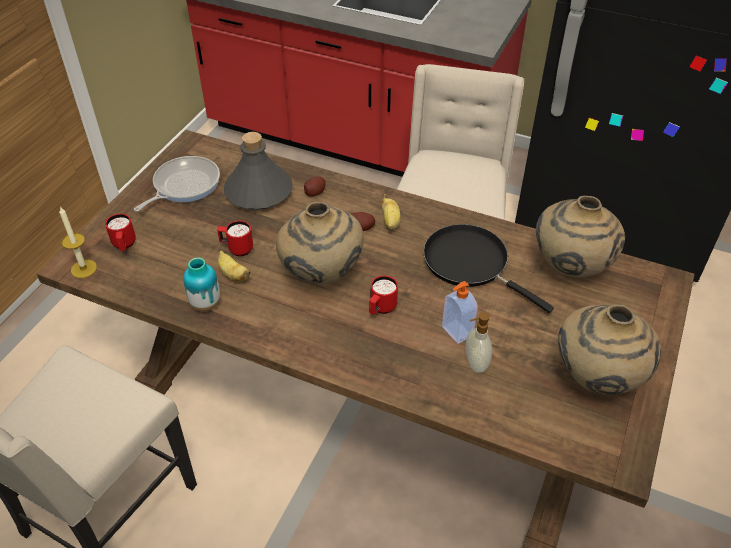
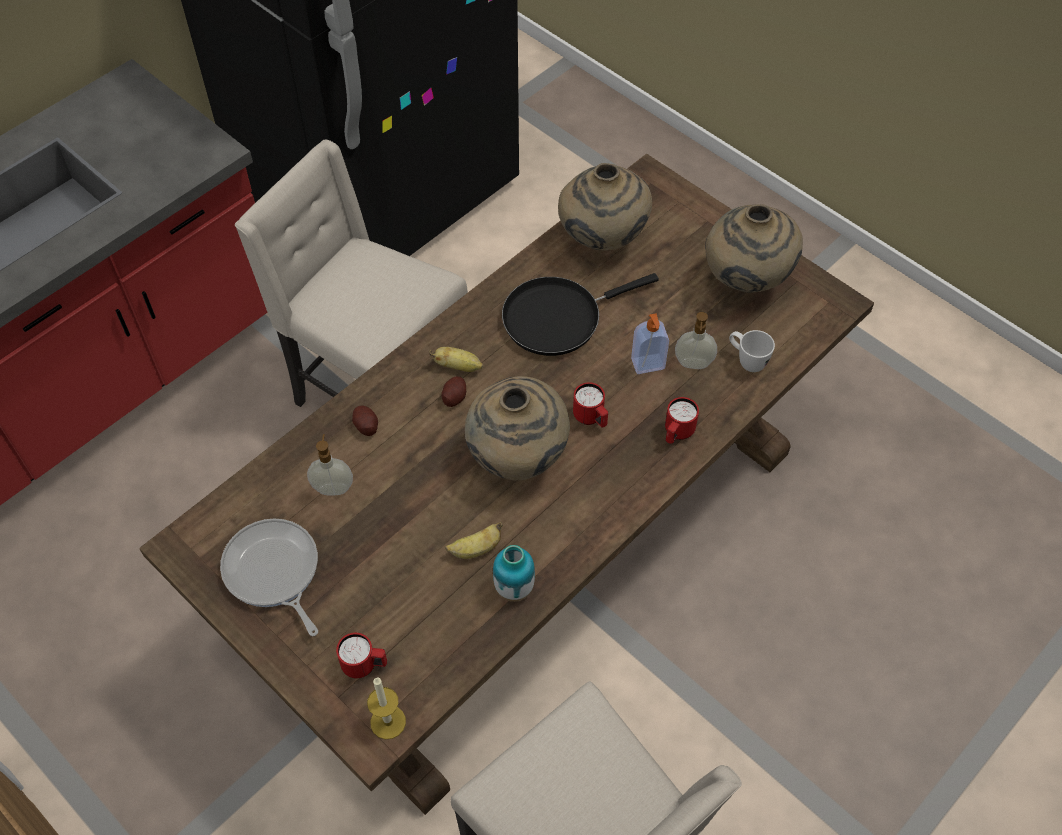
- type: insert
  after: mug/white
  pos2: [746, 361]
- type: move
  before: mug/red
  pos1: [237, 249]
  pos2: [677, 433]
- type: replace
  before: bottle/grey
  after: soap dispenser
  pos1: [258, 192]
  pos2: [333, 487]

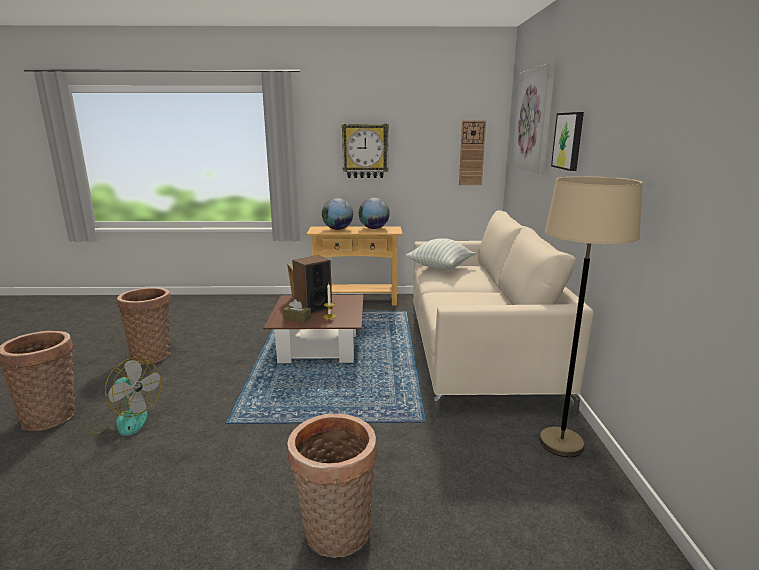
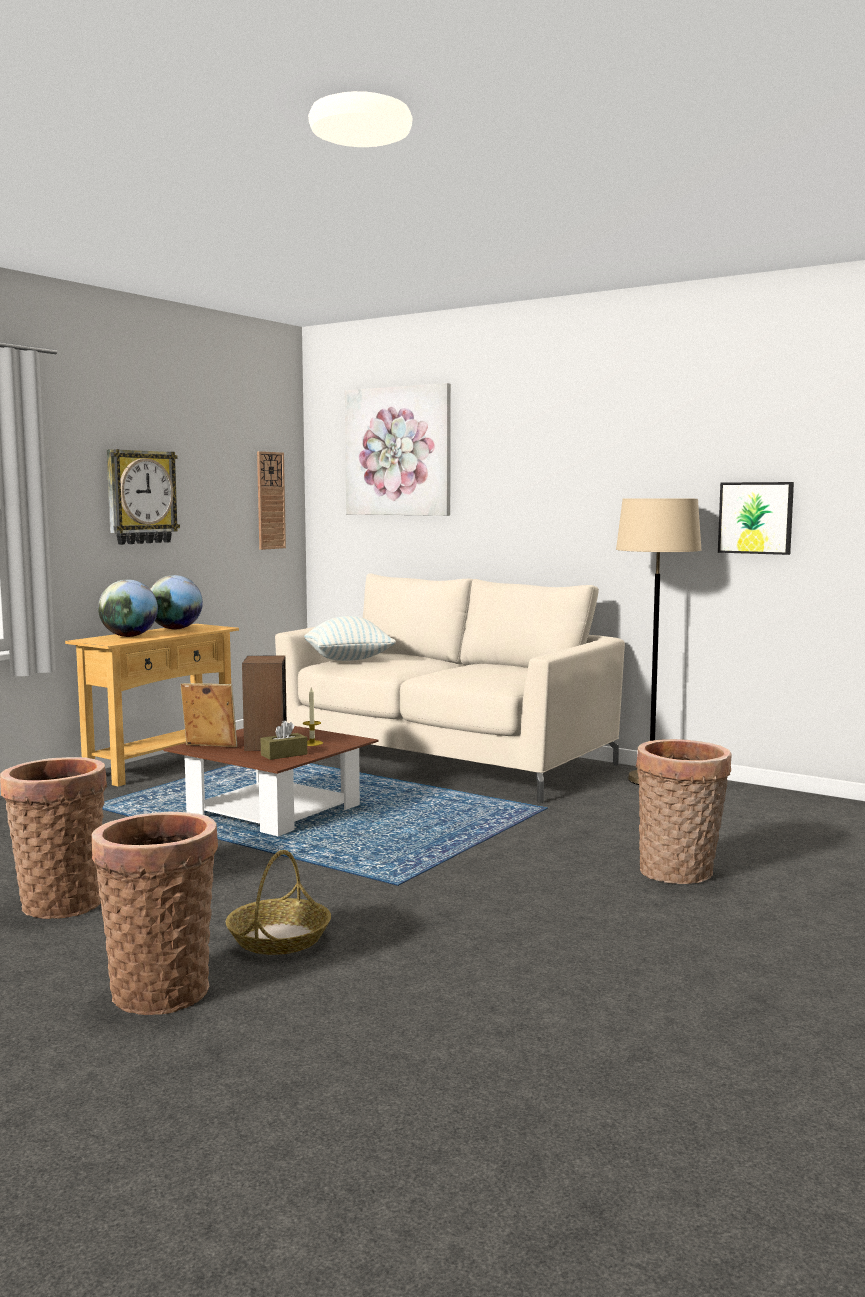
- type: move
  before: picture
  pos1: [569, 141]
  pos2: [756, 518]
- type: replace
  before: fan
  after: basket
  pos1: [126, 420]
  pos2: [279, 938]

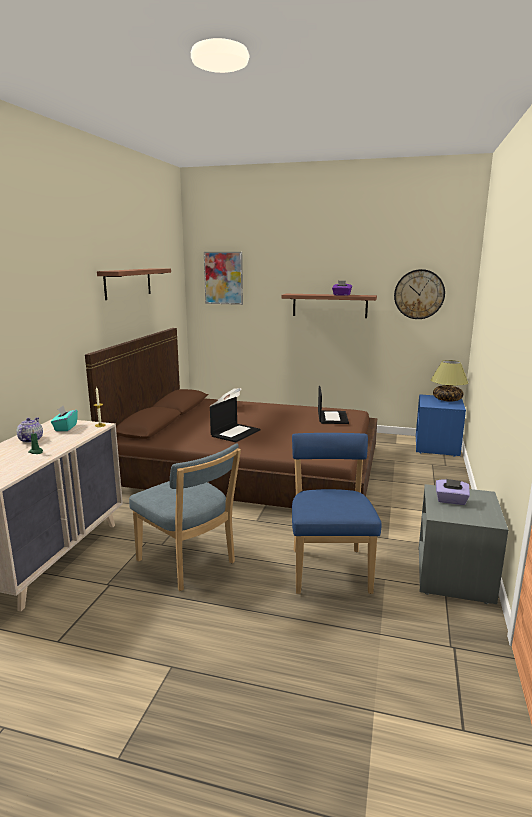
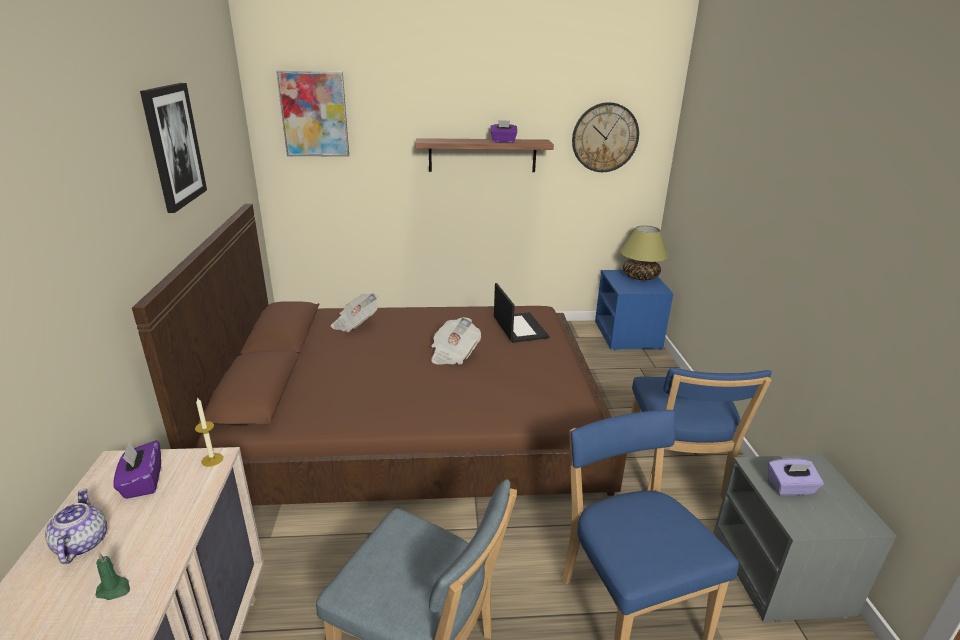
- type: delete
  before: laptop
  pos1: [235, 433]
- type: insert
  after: newspaper
  pos2: [453, 354]
- type: insert
  after: chair/blue
  pos2: [675, 473]
- type: replace
  before: shelf
  after: picture
  pos1: [128, 283]
  pos2: [173, 146]
- type: recolor
  before: tissue box/turquoise
  after: tissue box/purple
  pos1: [65, 427]
  pos2: [142, 482]

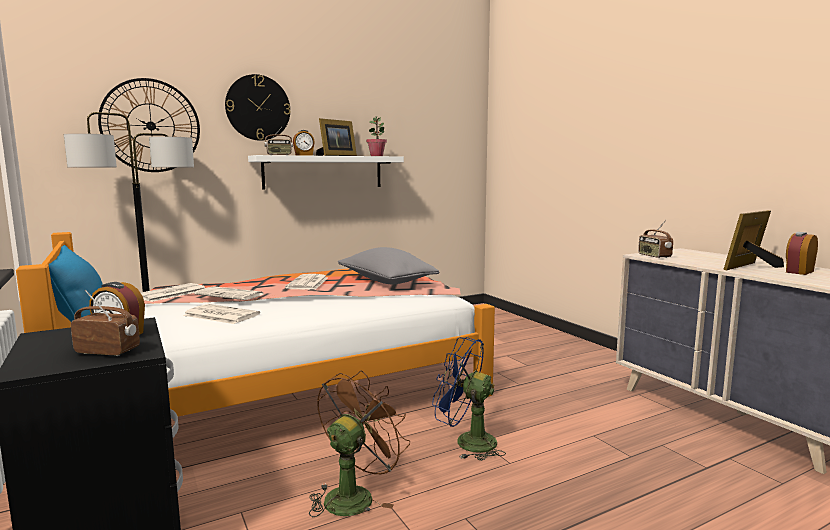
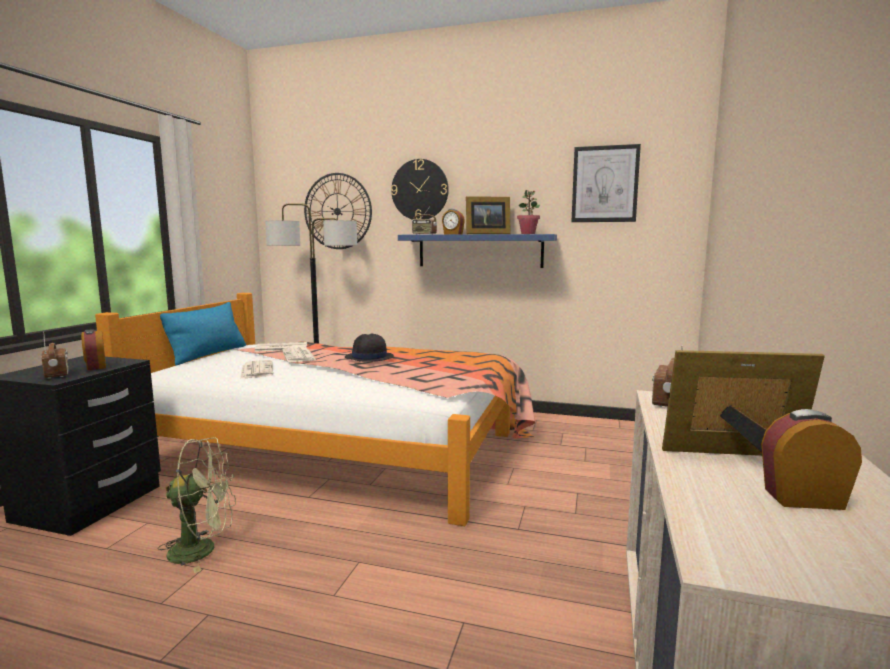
- type: delete
  before: pillow/grey
  pos1: [386, 282]
- type: delete
  before: fan/blue
  pos1: [467, 442]
- type: insert
  after: picture
  pos2: [605, 184]
- type: replace
  before: newspaper
  after: hat/black
  pos1: [308, 283]
  pos2: [369, 357]
- type: recolor
  before: shelf/white
  after: shelf/blue
  pos1: [323, 172]
  pos2: [480, 250]
- type: recolor
  before: fan/brown
  after: fan/green
  pos1: [354, 495]
  pos2: [203, 549]

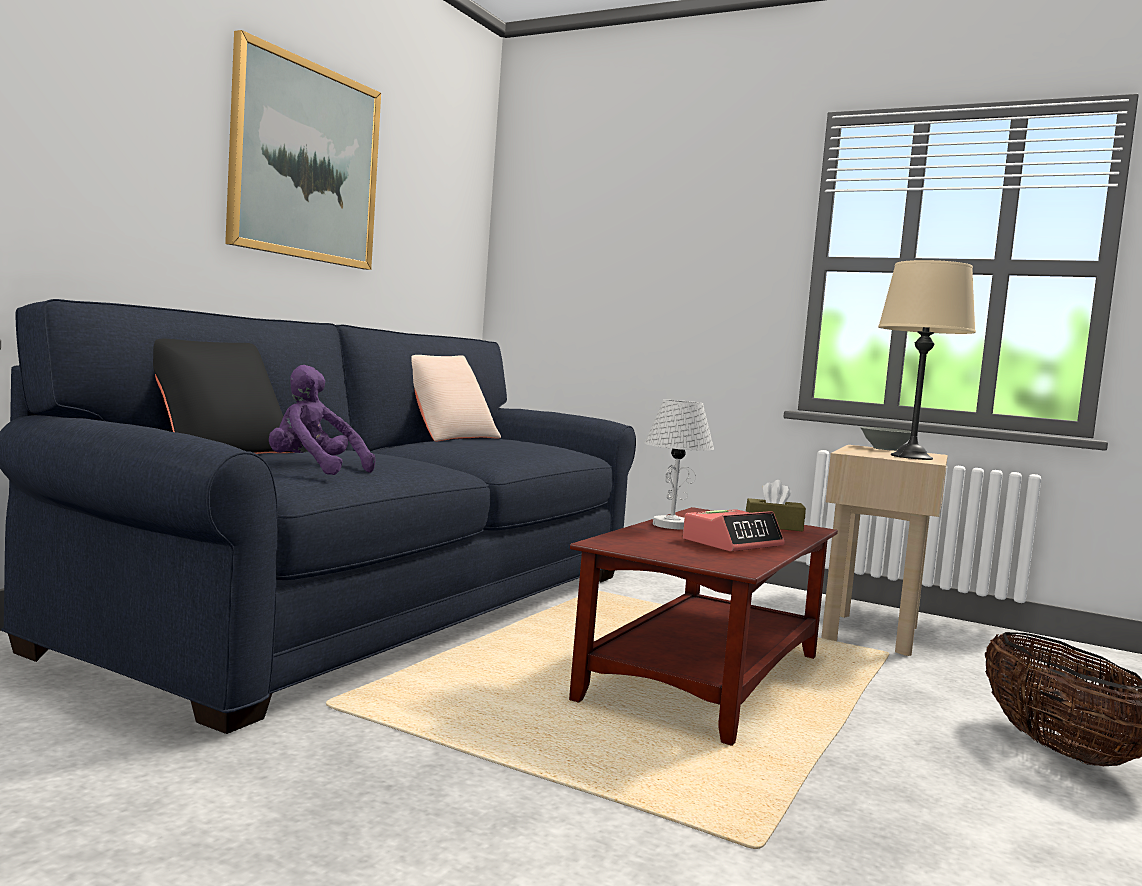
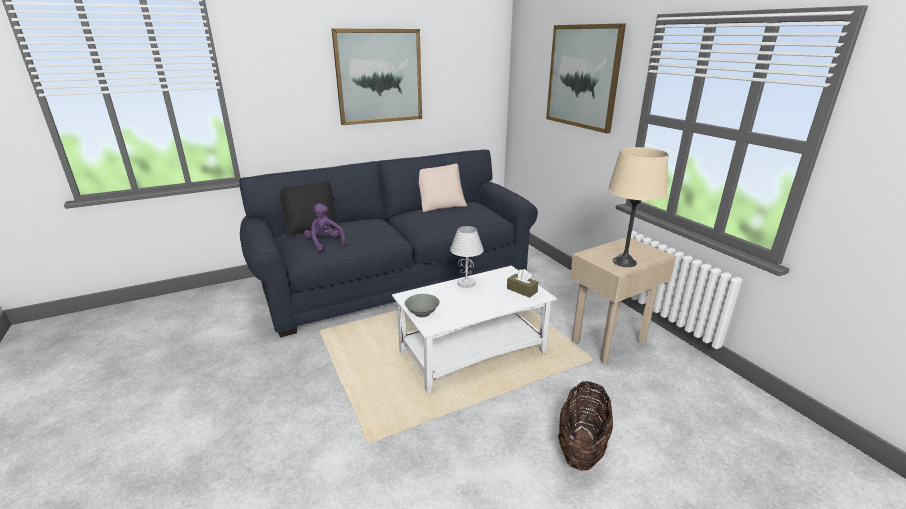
- type: delete
  before: alarm clock
  pos1: [732, 543]
- type: insert
  after: picture
  pos2: [583, 77]
- type: move
  before: bowl/grey
  pos1: [886, 449]
  pos2: [422, 313]
- type: recolor
  before: coffee table/brown
  after: coffee table/white
  pos1: [704, 677]
  pos2: [473, 352]

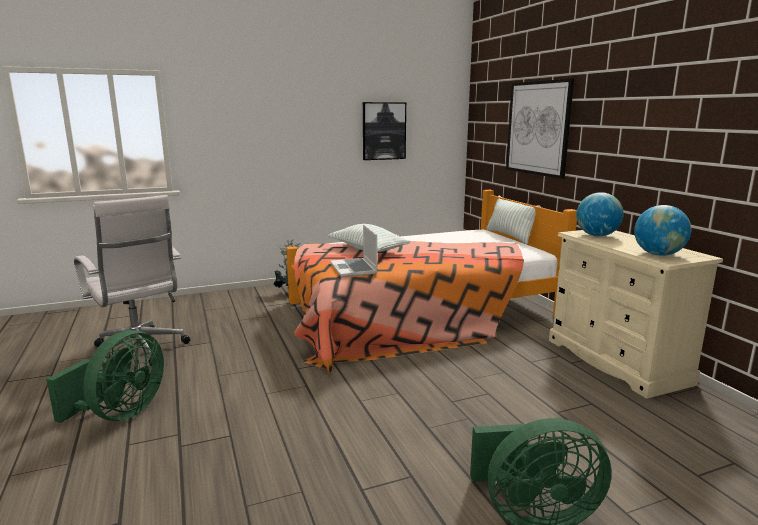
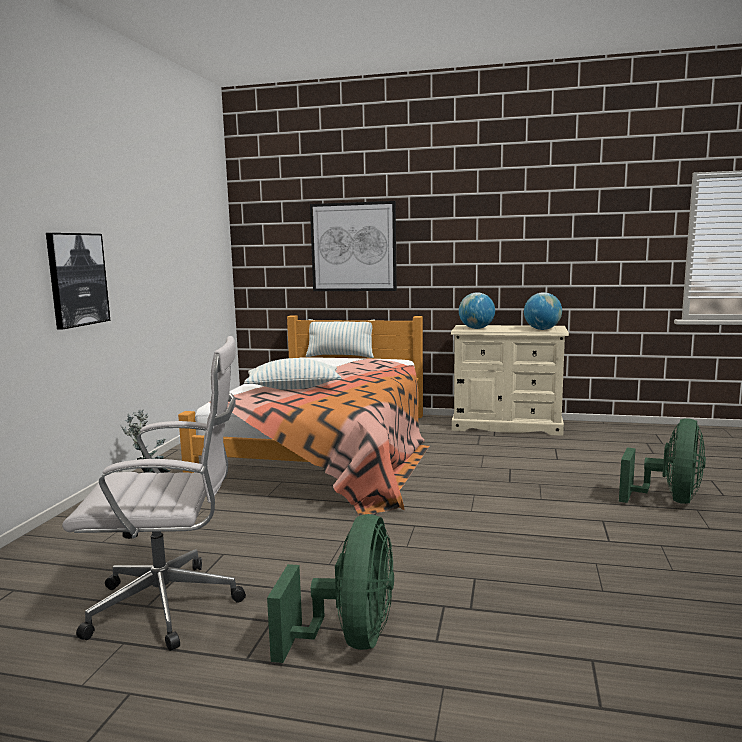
- type: delete
  before: laptop
  pos1: [354, 269]
- type: move
  before: picture
  pos1: [383, 131]
  pos2: [77, 279]
- type: rotate
  before: fan/green
  pos1: [120, 413]
  pos2: [350, 639]
  turn: 45

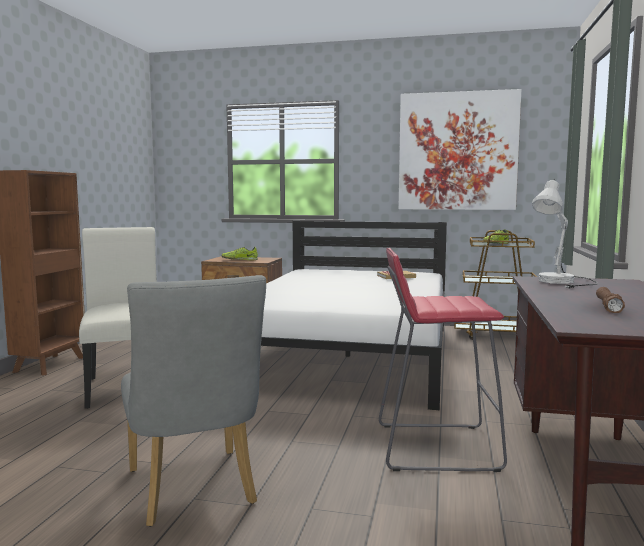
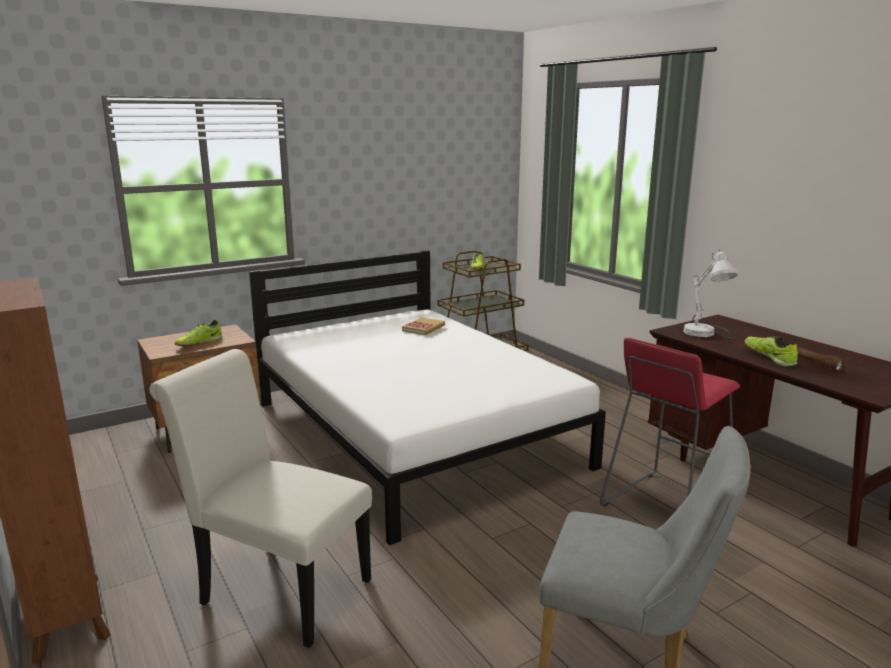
- type: delete
  before: picture
  pos1: [457, 151]
- type: insert
  after: shoe
  pos2: [769, 357]

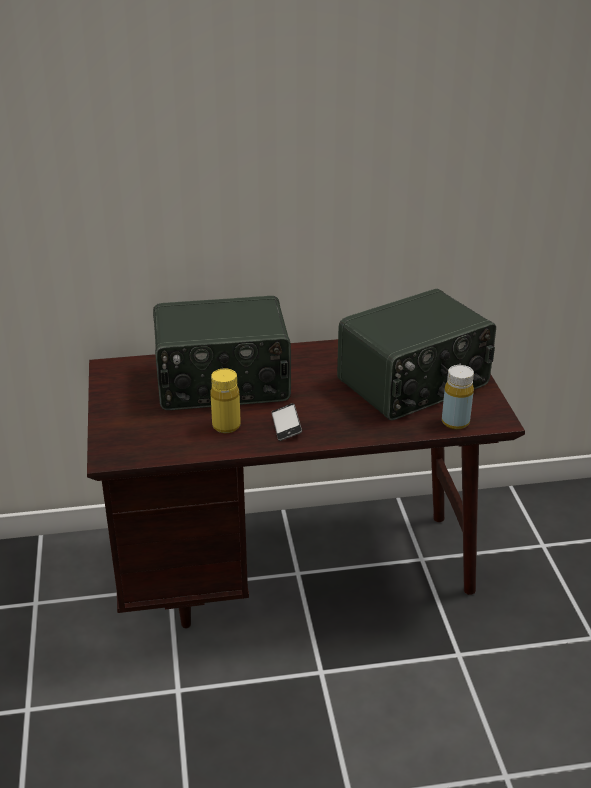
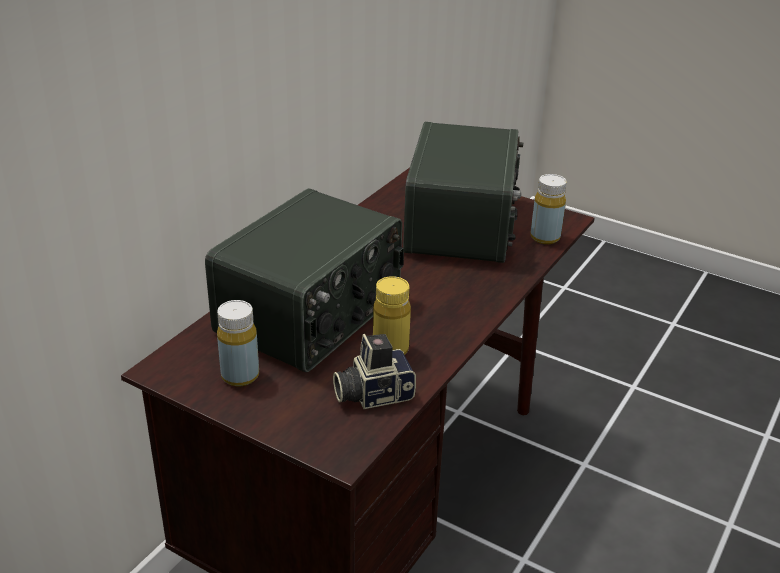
- type: delete
  before: phone
  pos1: [286, 426]
- type: insert
  after: bottle/yellow
  pos2: [240, 376]
- type: insert
  after: photo camera
  pos2: [373, 394]

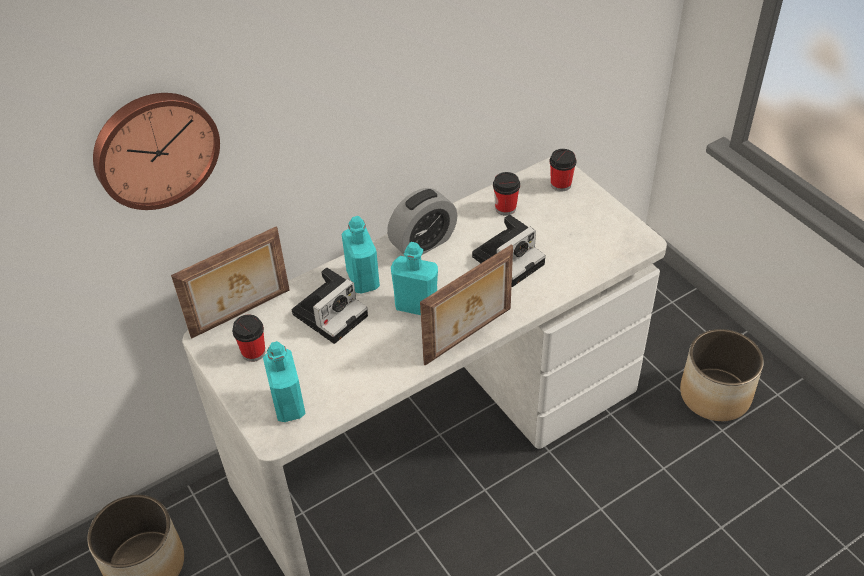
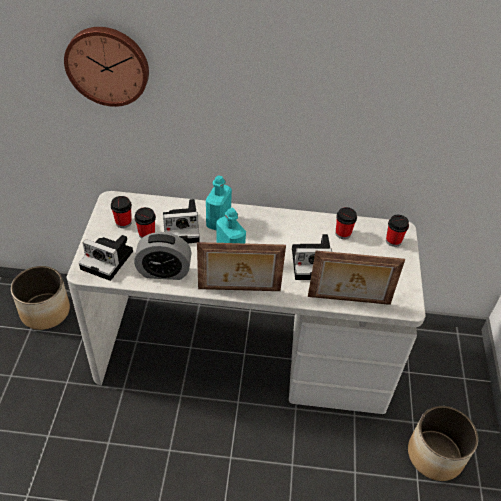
- type: insert
  after: cup
  pos2: [146, 234]
- type: move
  before: picture frame
  pos1: [242, 314]
  pos2: [349, 301]
- type: move
  before: alarm clock
  pos1: [423, 243]
  pos2: [164, 271]
- type: replace
  before: bottle/turquoise
  after: photo camera
  pos1: [288, 405]
  pos2: [109, 260]

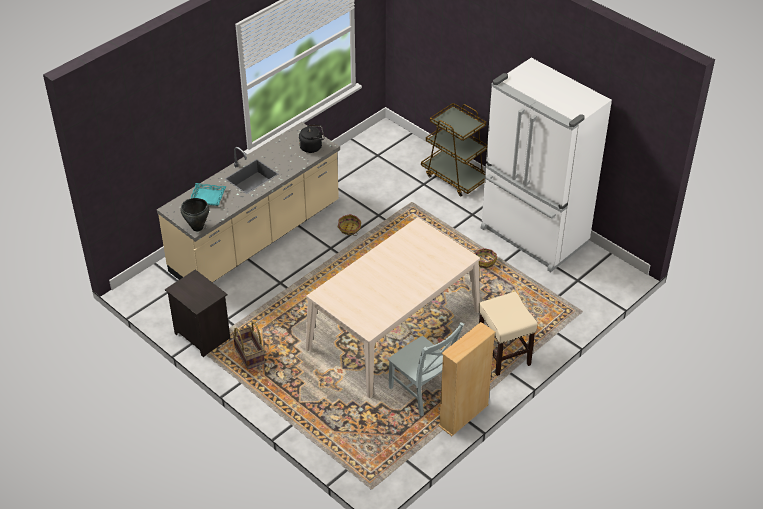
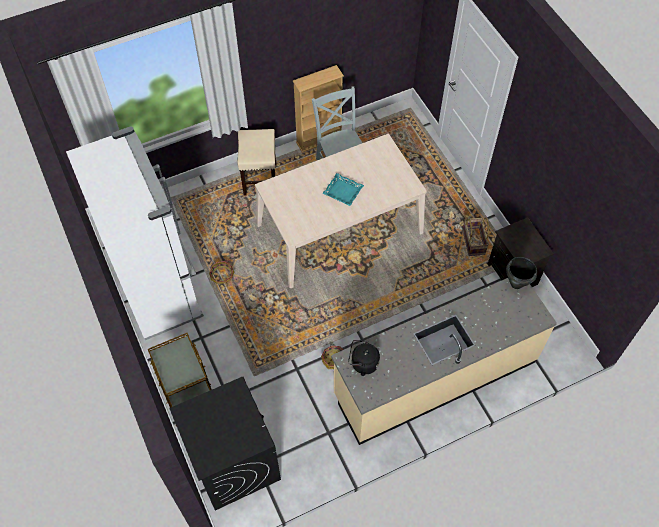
- type: insert
  after: washing machine/black
  pos2: [233, 461]
- type: move
  before: tray/turquoise
  pos1: [207, 197]
  pos2: [343, 191]

